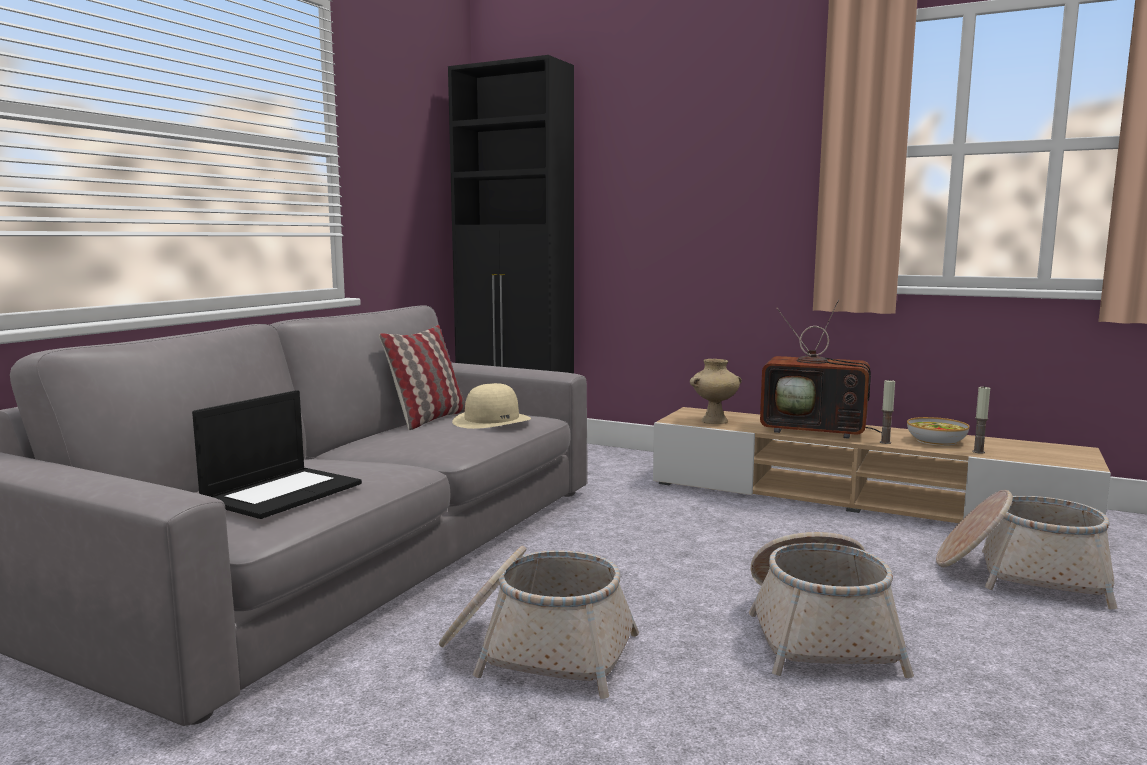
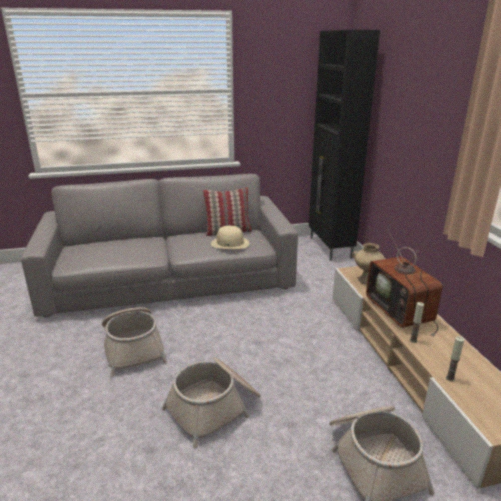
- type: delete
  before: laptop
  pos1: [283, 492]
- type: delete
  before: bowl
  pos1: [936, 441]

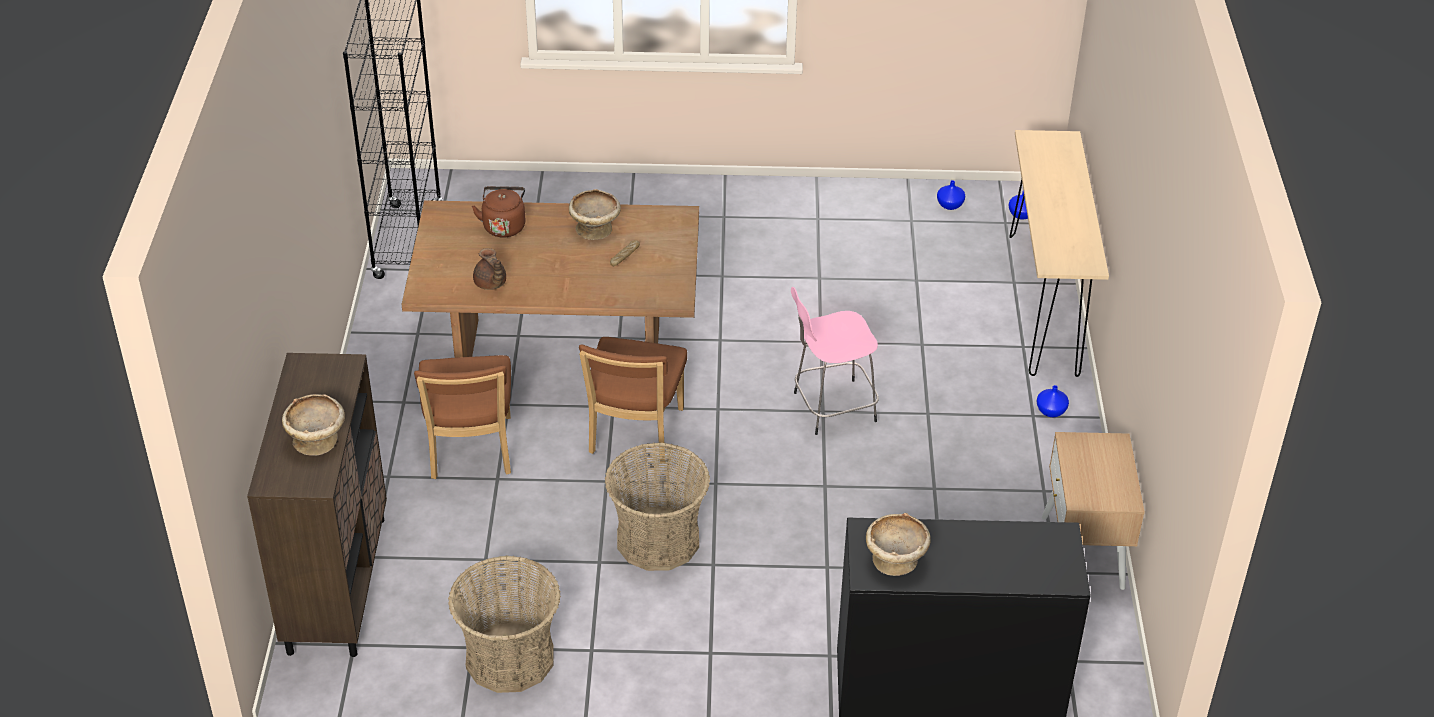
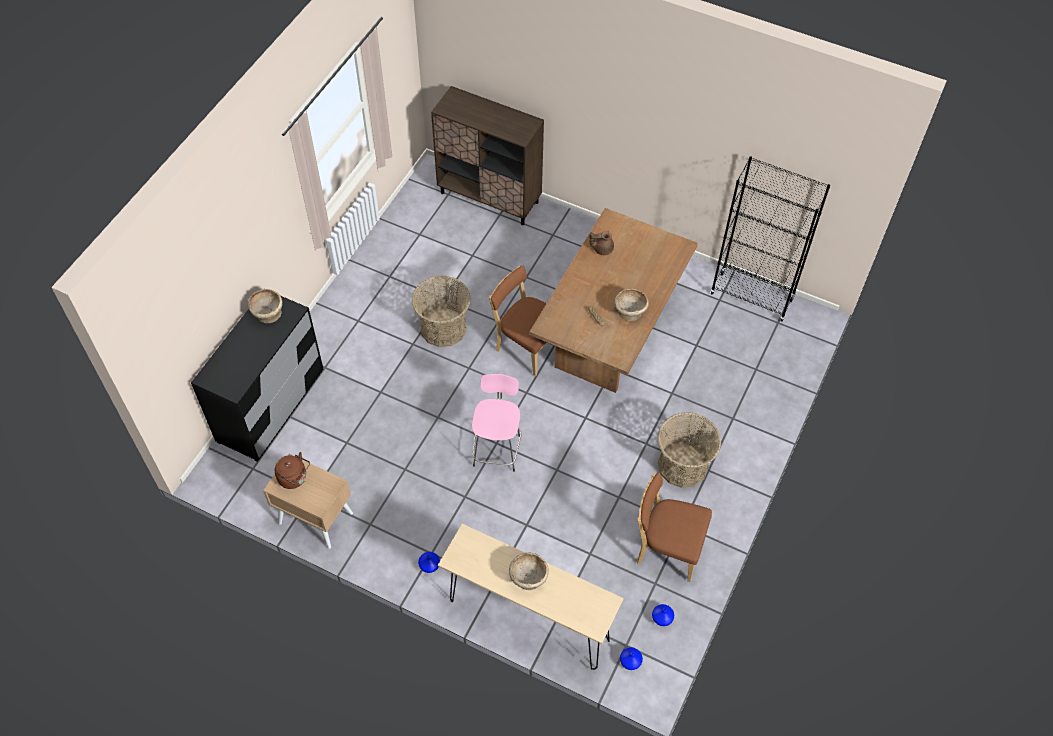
- type: move
  before: bowl/beige
  pos1: [317, 440]
  pos2: [528, 578]
- type: move
  before: chair/brown
  pos1: [470, 452]
  pos2: [666, 548]
- type: move
  before: basket
  pos1: [510, 658]
  pos2: [683, 465]
- type: move
  before: kettle/brown
  pos1: [504, 226]
  pos2: [294, 478]

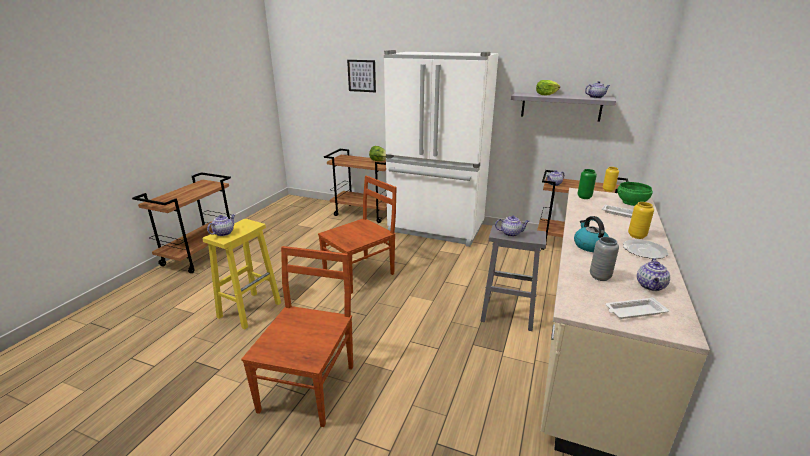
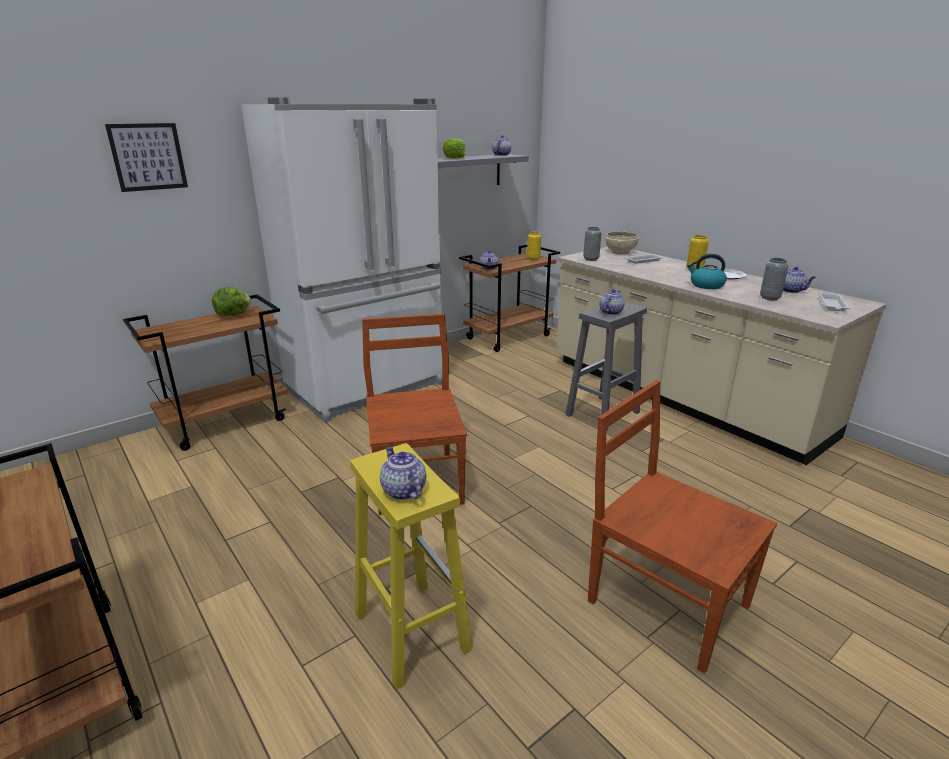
- type: recolor
  before: vase/green
  after: vase/grey
  pos1: [584, 197]
  pos2: [591, 259]
- type: recolor
  before: bowl/green
  after: bowl/beige
  pos1: [632, 202]
  pos2: [620, 252]

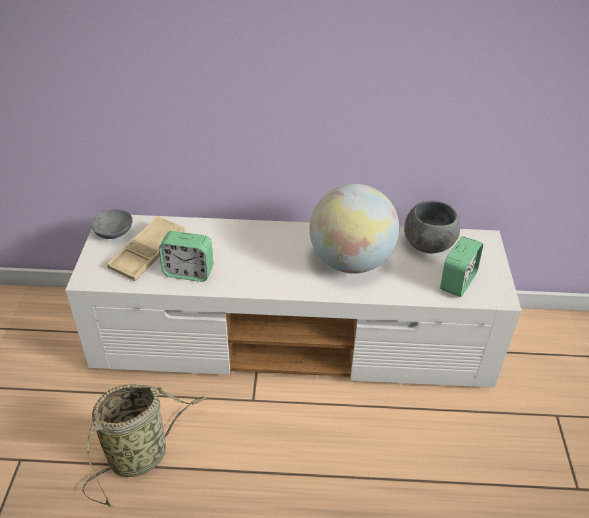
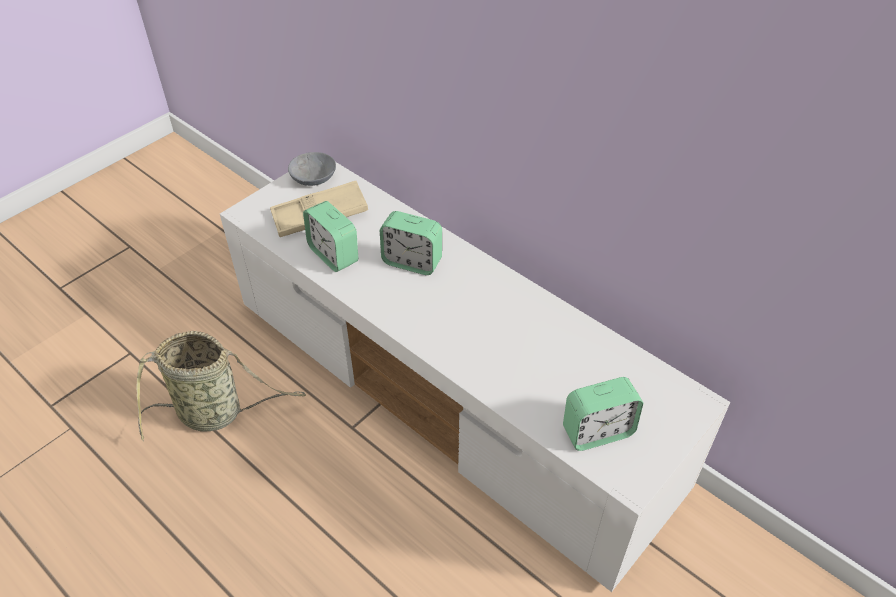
- type: delete
  before: globe
  pos1: [350, 261]
- type: delete
  before: bowl/grey
  pos1: [428, 244]
- type: insert
  after: alarm clock
  pos2: [412, 262]

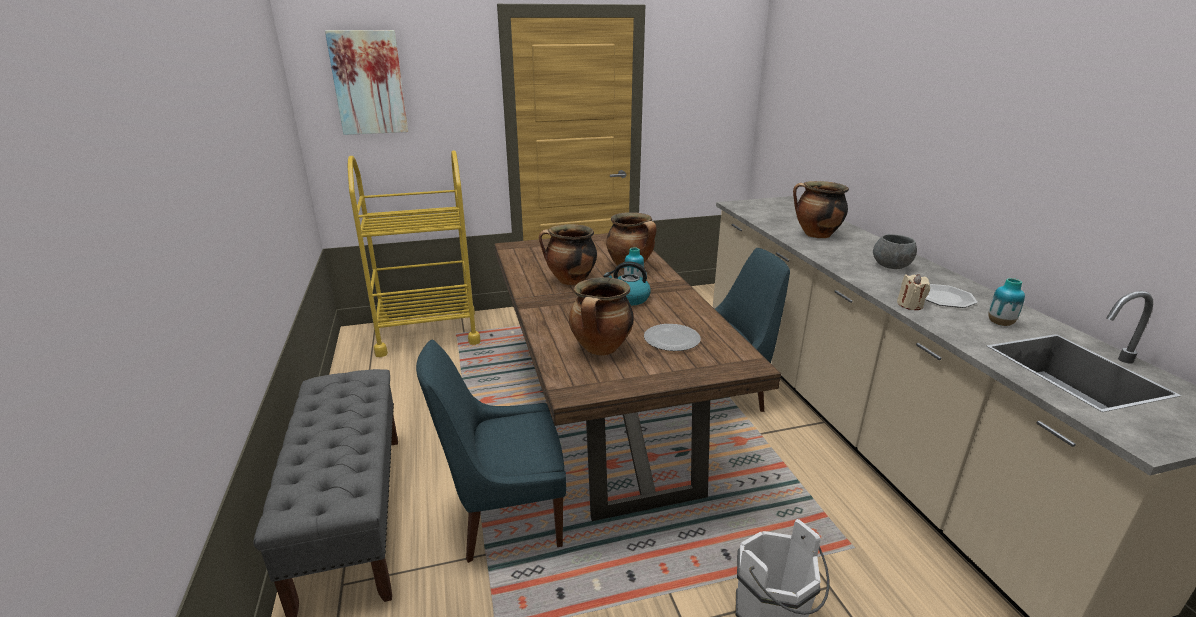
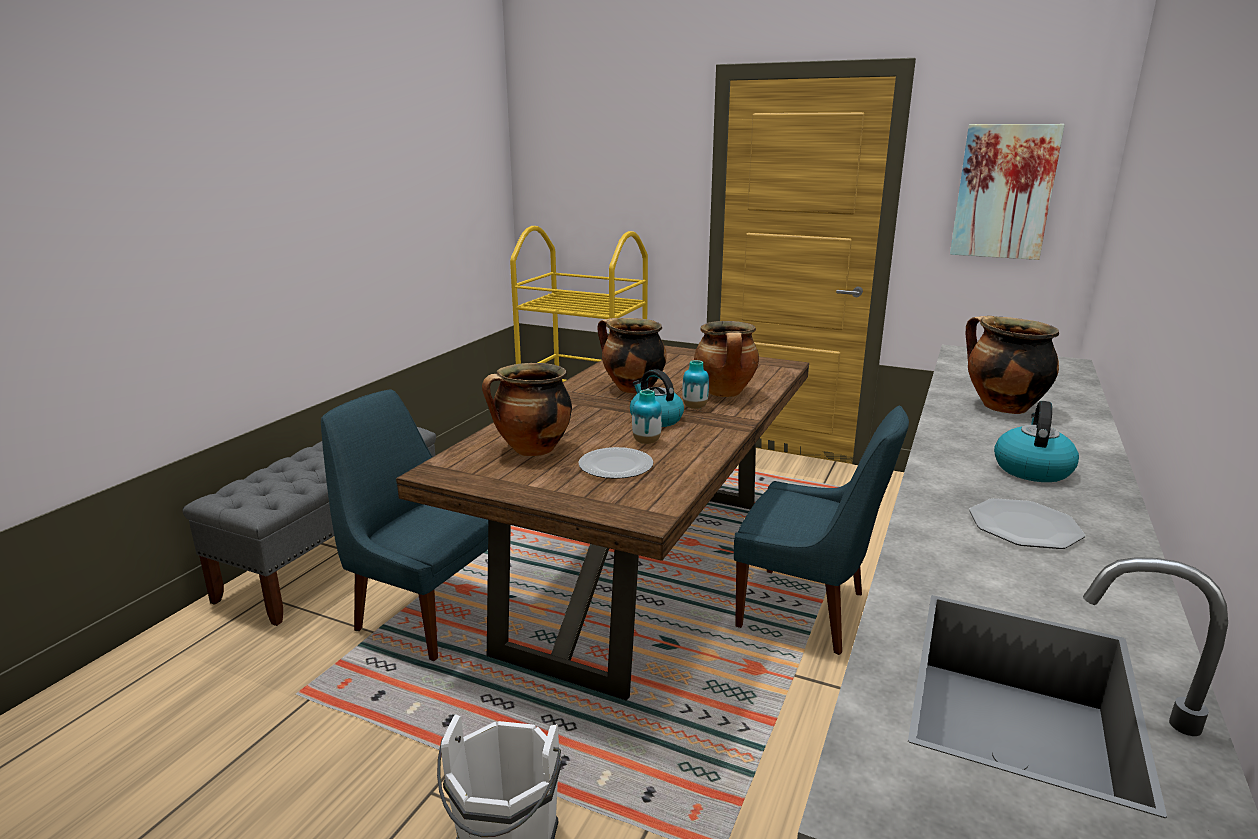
- type: delete
  before: candle/beige
  pos1: [910, 305]
- type: move
  before: picture
  pos1: [368, 83]
  pos2: [1004, 192]
- type: move
  before: vase
  pos1: [1000, 323]
  pos2: [646, 442]
- type: replace
  before: bowl/grey
  after: kettle
  pos1: [890, 266]
  pos2: [1031, 469]

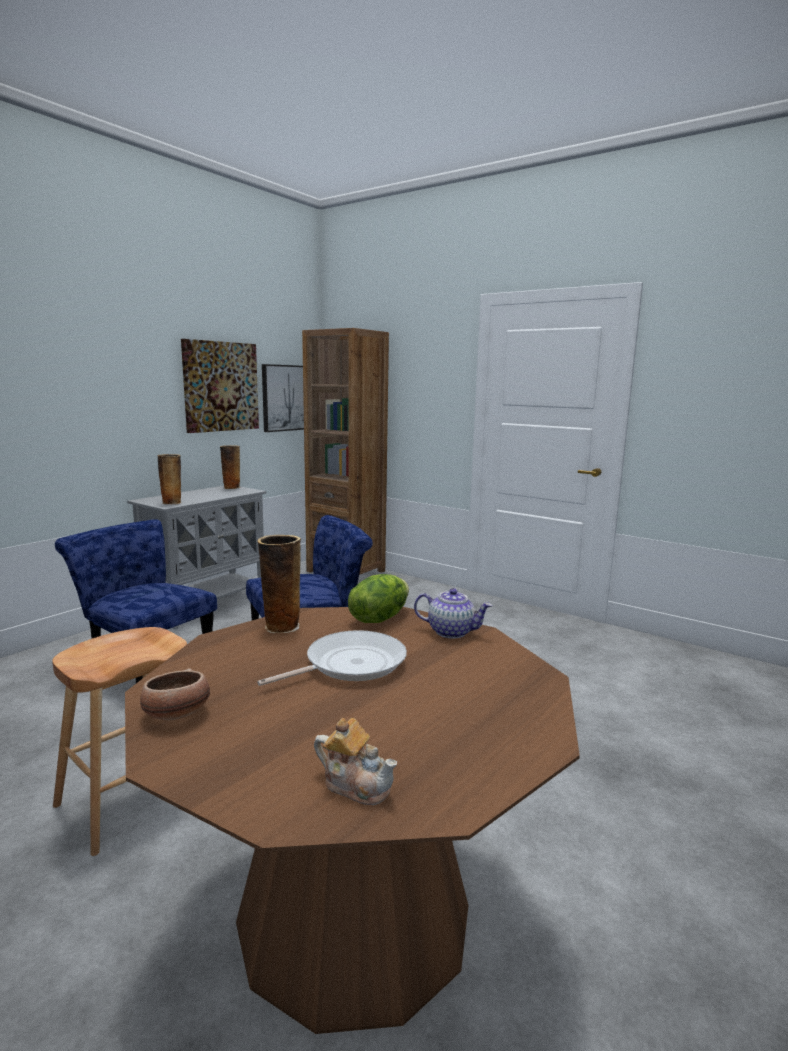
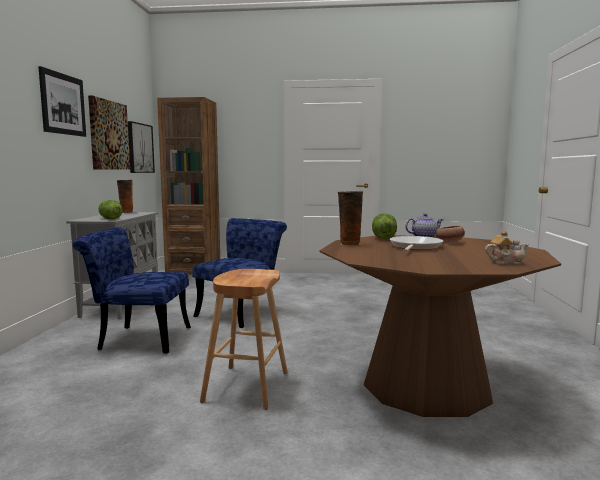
- type: insert
  after: picture
  pos2: [63, 104]
- type: move
  before: bowl
  pos1: [176, 715]
  pos2: [450, 242]
- type: replace
  before: vase
  after: lettuce
  pos1: [172, 502]
  pos2: [109, 219]

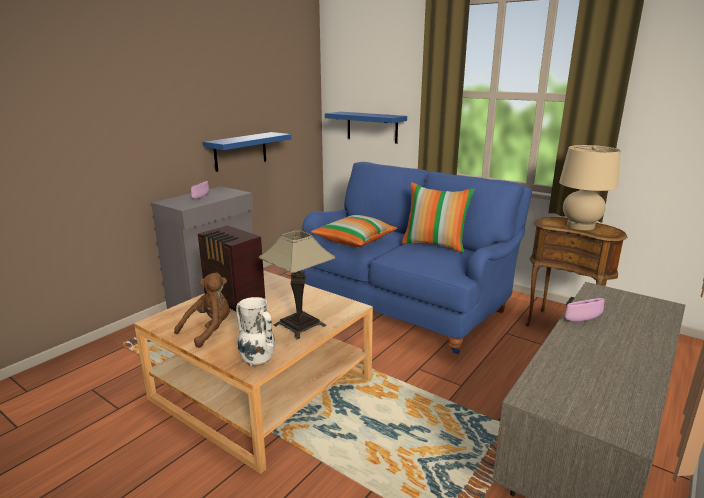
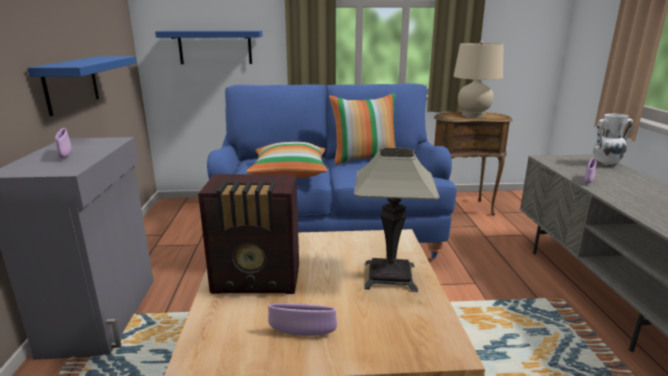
- type: move
  before: vase/white
  pos1: [257, 361]
  pos2: [605, 164]
- type: replace
  before: plush toy/brown
  after: bowl/purple
  pos1: [209, 330]
  pos2: [302, 333]

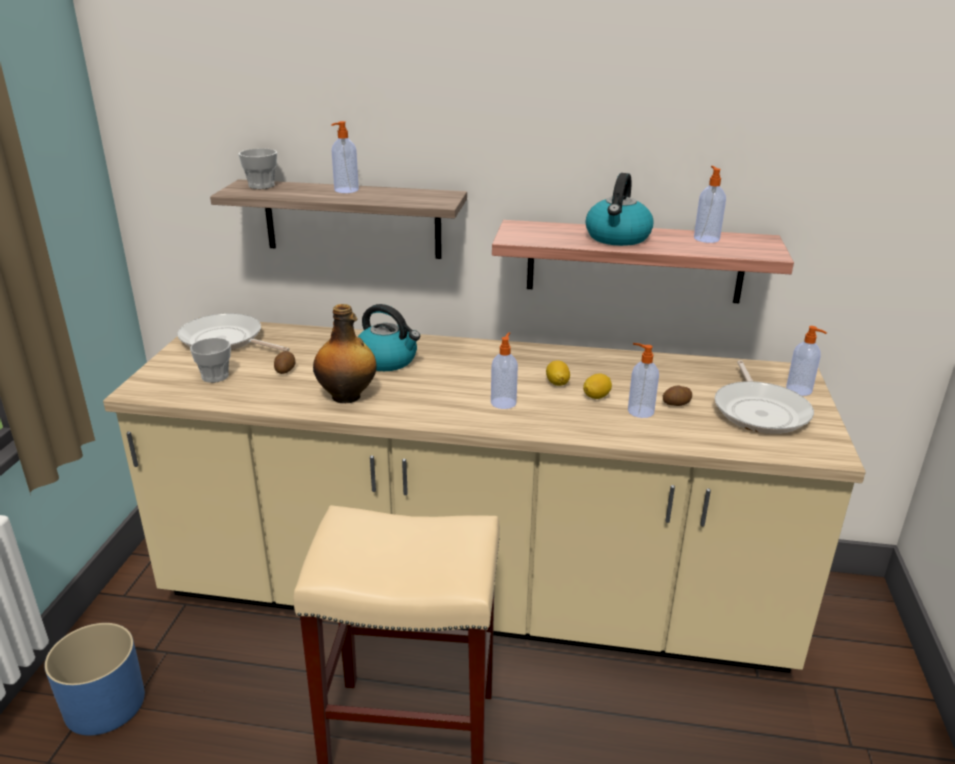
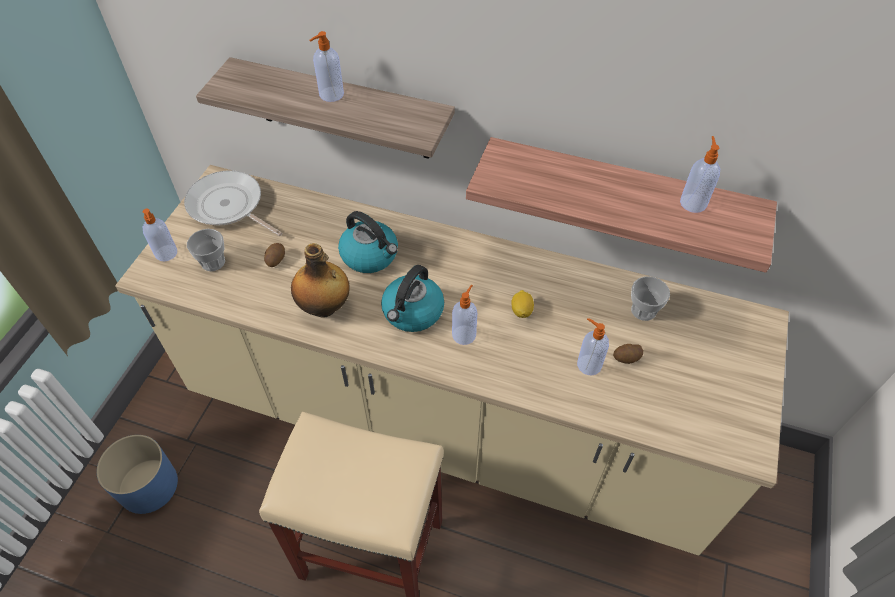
- type: delete
  before: lemon
  pos1: [596, 396]
- type: delete
  before: frying pan
  pos1: [760, 411]
- type: move
  before: cup
  pos1: [261, 185]
  pos2: [643, 310]
- type: move
  before: kettle
  pos1: [618, 238]
  pos2: [412, 312]
- type: move
  before: soap dispenser
  pos1: [799, 390]
  pos2: [166, 254]

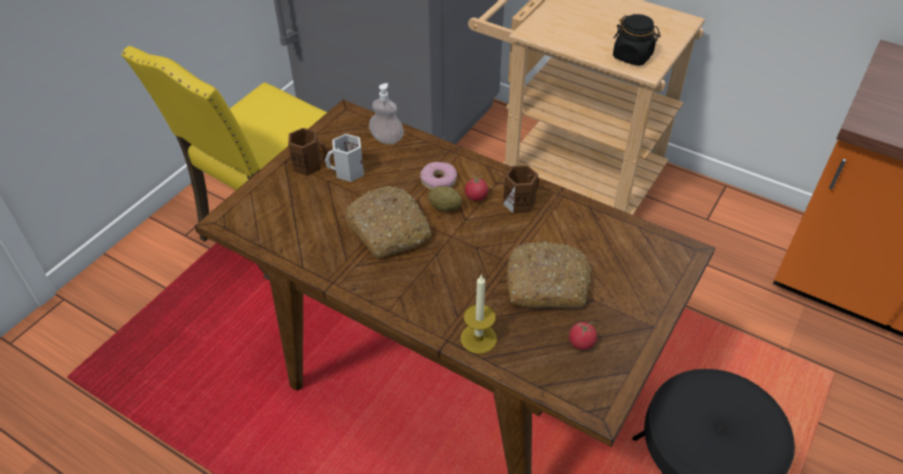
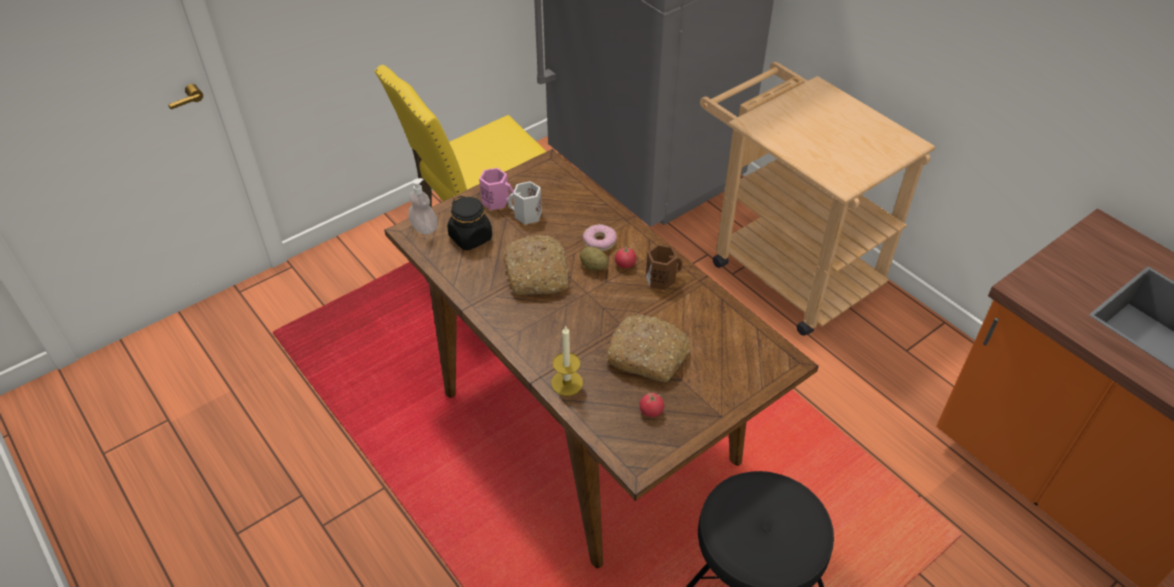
- type: move
  before: soap dispenser
  pos1: [387, 139]
  pos2: [424, 228]
- type: move
  before: jar/black
  pos1: [632, 56]
  pos2: [471, 237]
- type: recolor
  before: mug/brown
  after: mug/pink
  pos1: [308, 164]
  pos2: [496, 200]

